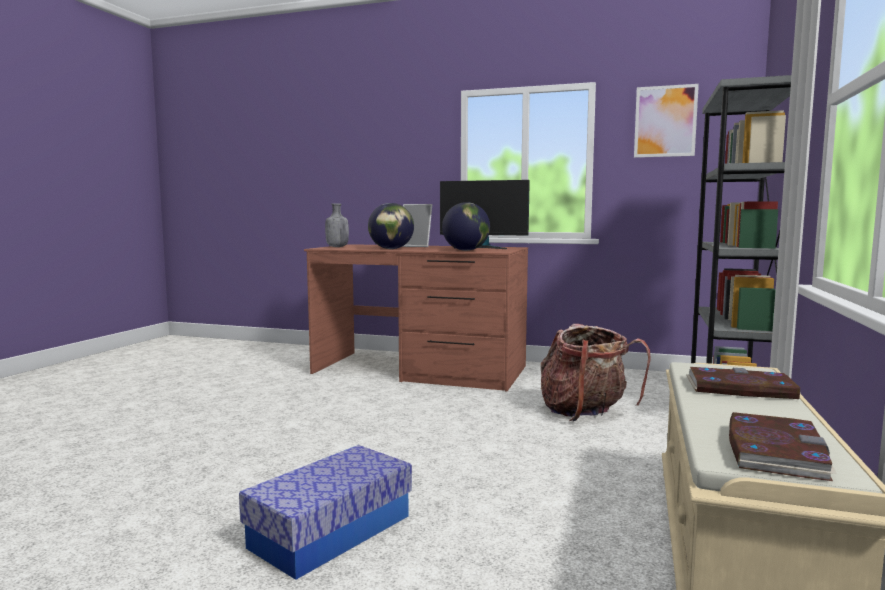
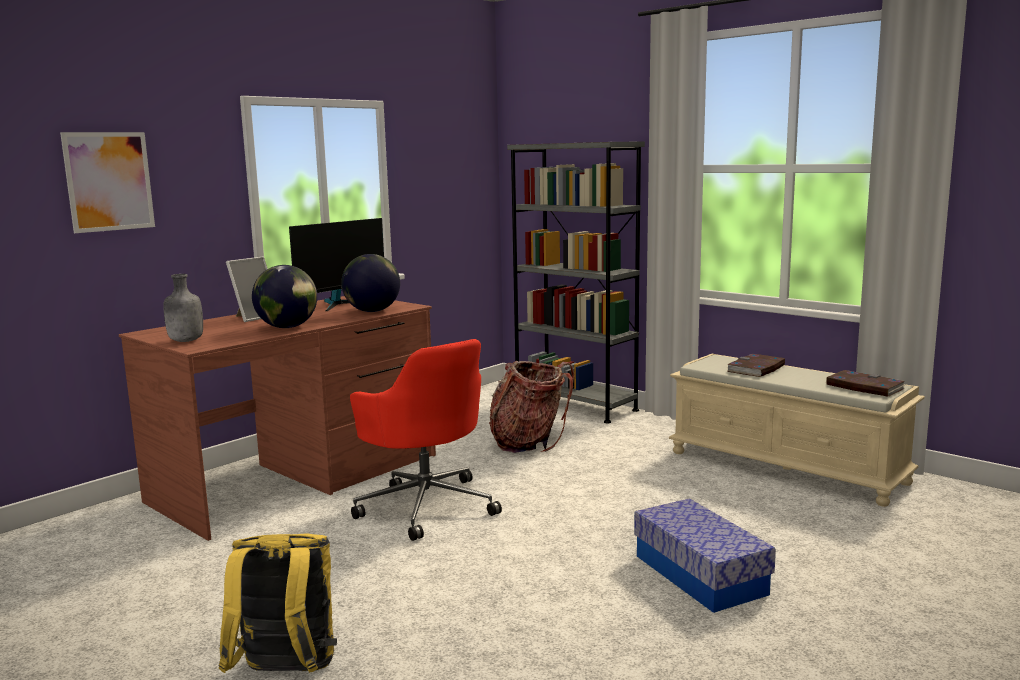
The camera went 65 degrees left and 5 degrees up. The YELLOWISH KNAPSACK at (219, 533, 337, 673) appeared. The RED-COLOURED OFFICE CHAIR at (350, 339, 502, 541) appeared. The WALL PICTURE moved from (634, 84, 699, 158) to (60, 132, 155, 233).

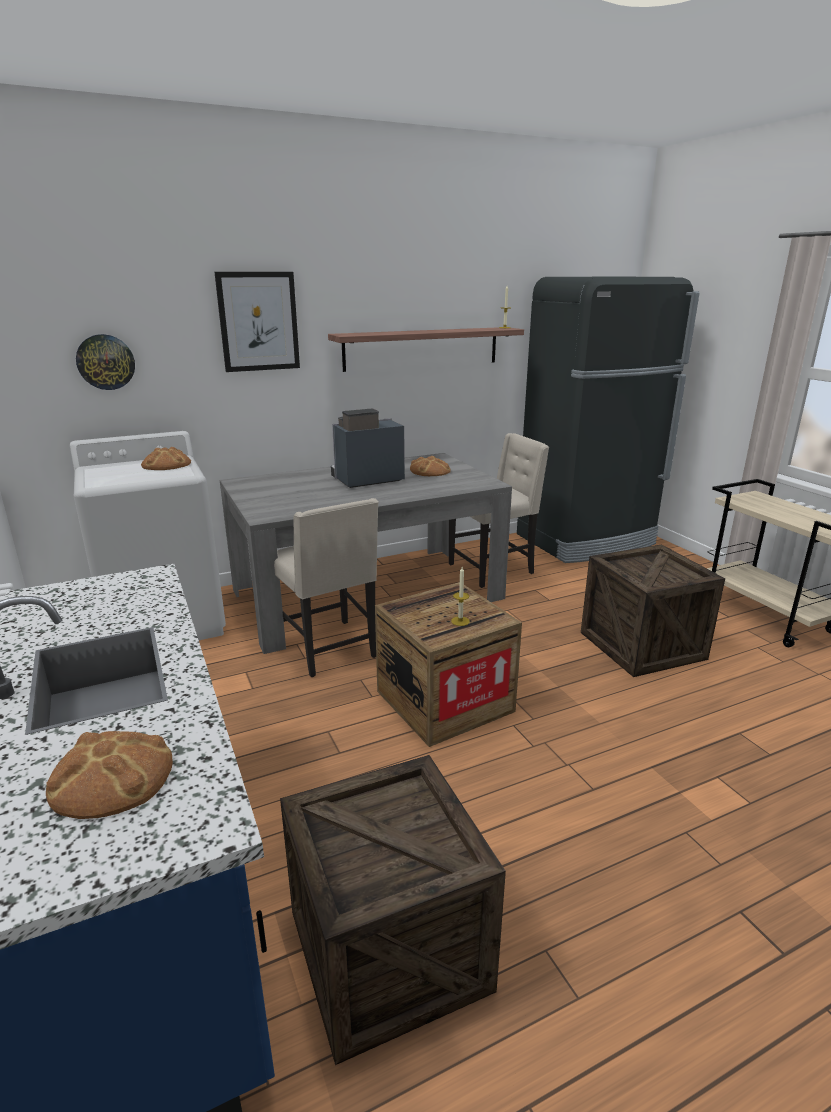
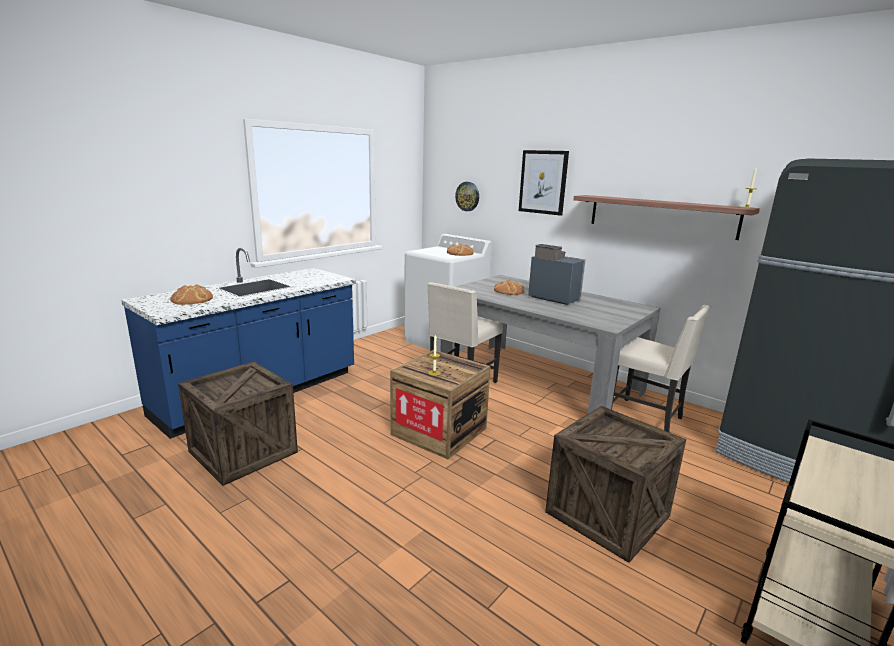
The camera went 65 degrees right and 5 degrees down. The BREAD moved from (410, 456, 451, 476) to (494, 280, 524, 295).

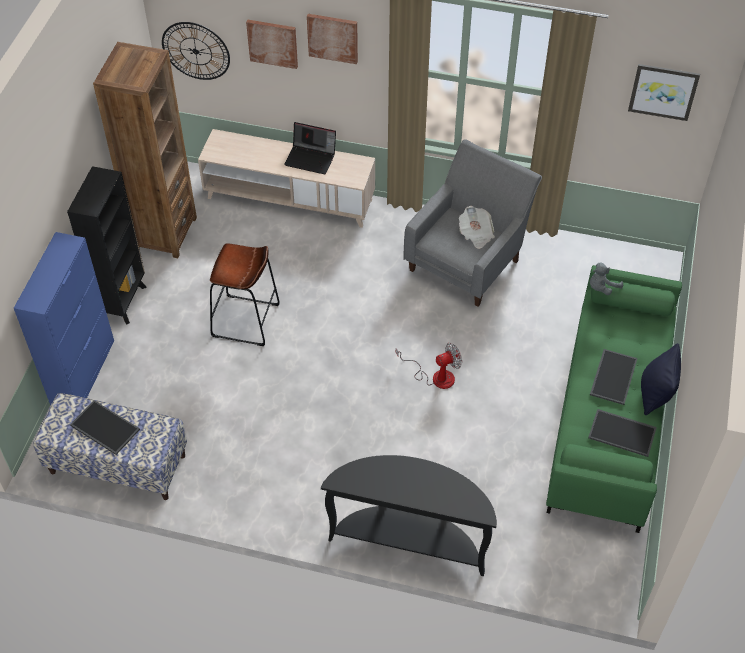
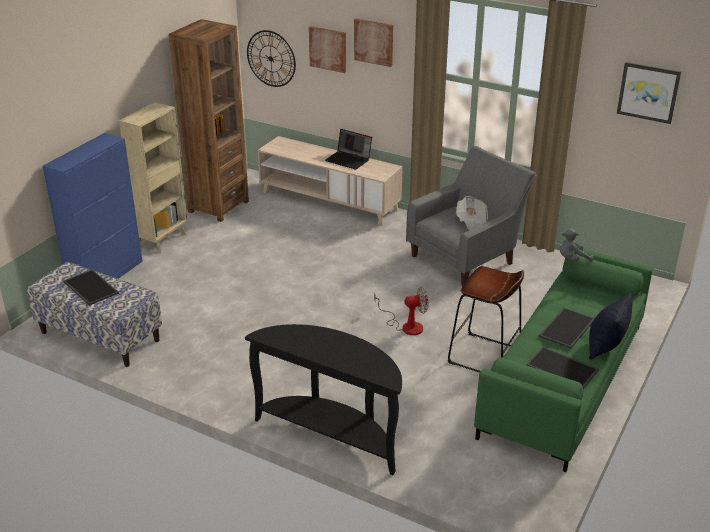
The camera went 15 degrees right and 20 degrees down. The BROWN STOOL SEAT moved from (210, 243, 279, 346) to (448, 266, 524, 373). The BLACK-COLOURED SHELVING UNIT at (67, 166, 147, 325) became the BEIGE-COLOURED SHELVING UNIT at (119, 102, 187, 254).

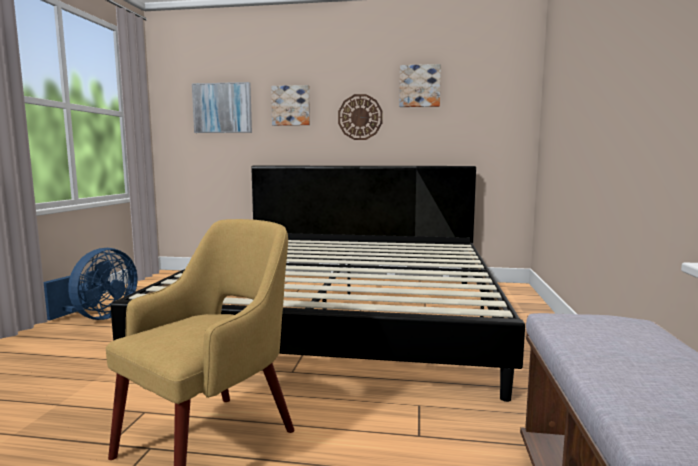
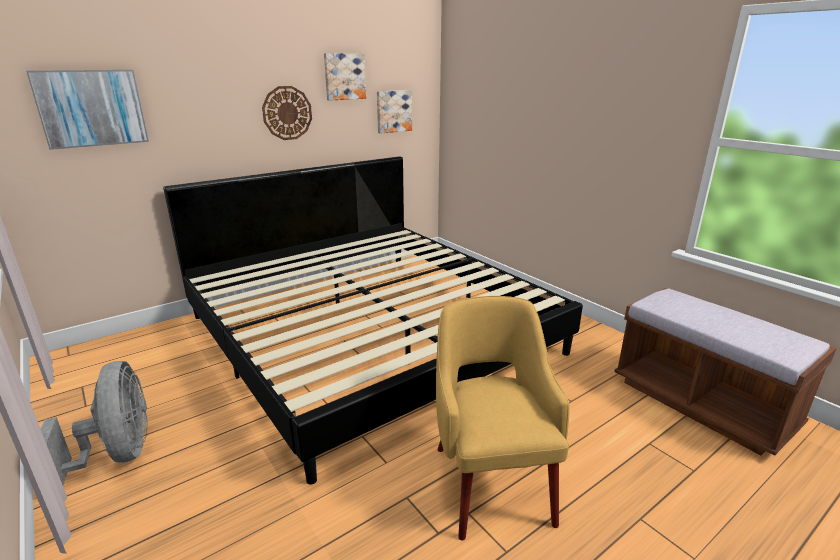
The camera went 45 degrees left and 15 degrees up. The WALL PICTURE moved from (271, 85, 310, 126) to (377, 90, 412, 134). The BLUE-COLOURED ELECTRIC FAN at (43, 248, 137, 320) became the GREY ELECTRIC FAN at (41, 361, 148, 485).

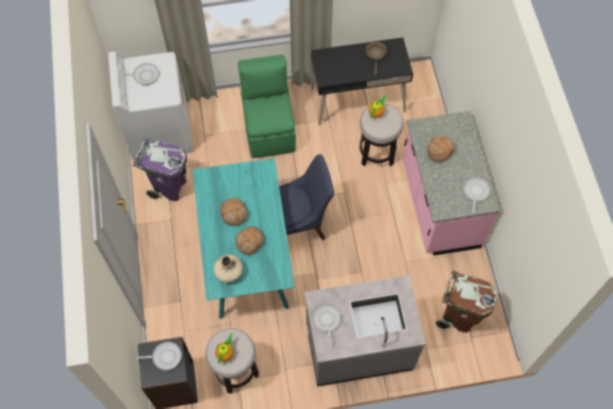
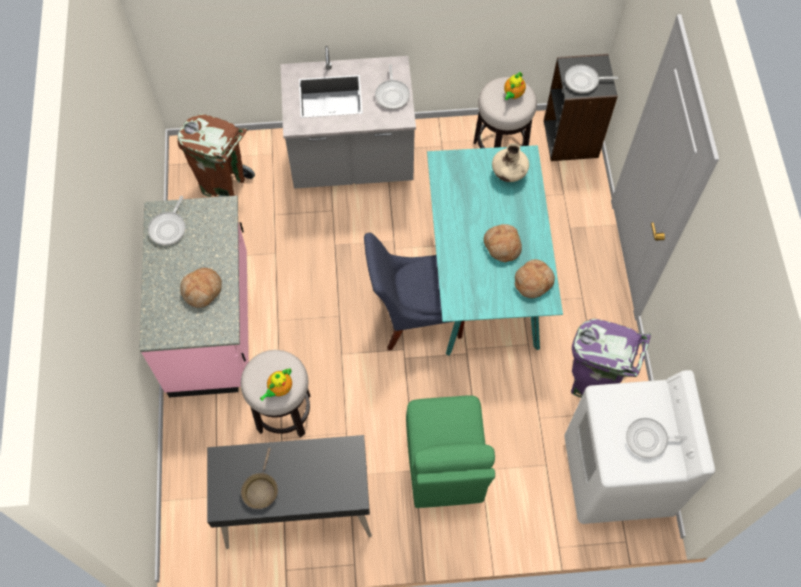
The camera went 175 degrees left and 0 degrees up. The BREAD moved from (235, 226, 264, 255) to (515, 259, 555, 298).

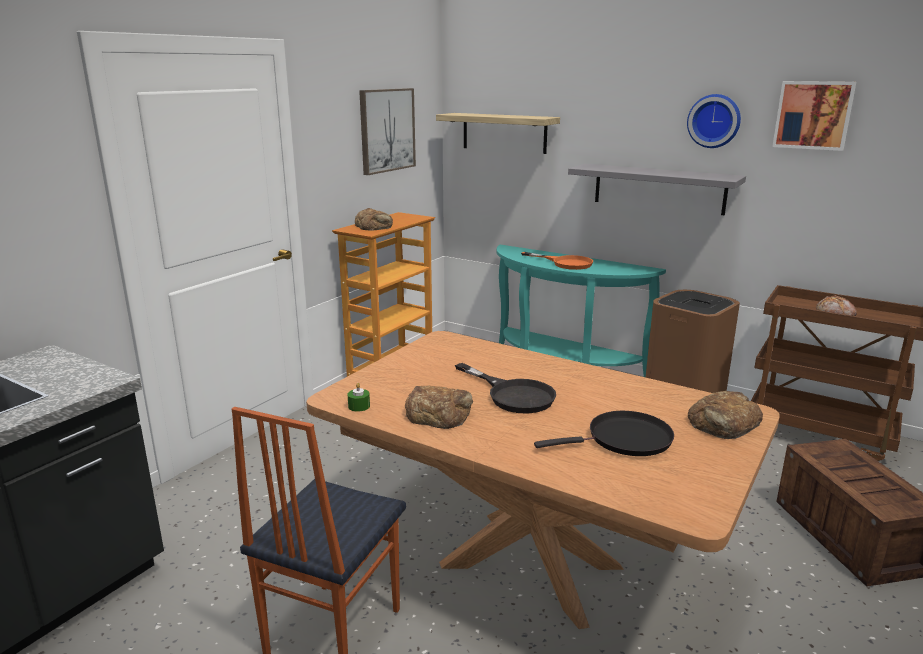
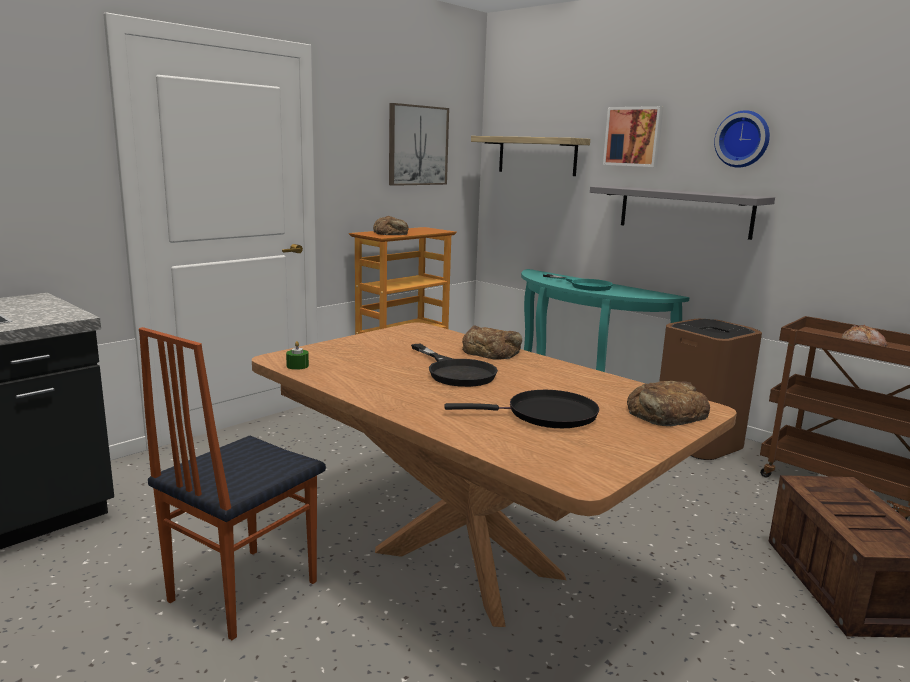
The camera went 10 degrees right and 5 degrees down. The BREAD moved from (405, 385, 473, 429) to (462, 325, 522, 360). The WALL PICTURE moved from (772, 81, 856, 151) to (603, 106, 664, 167). The ORANGEY FRYING PAN at (521, 252, 593, 270) became the TURQUOISE FRYING PAN at (543, 274, 613, 291).

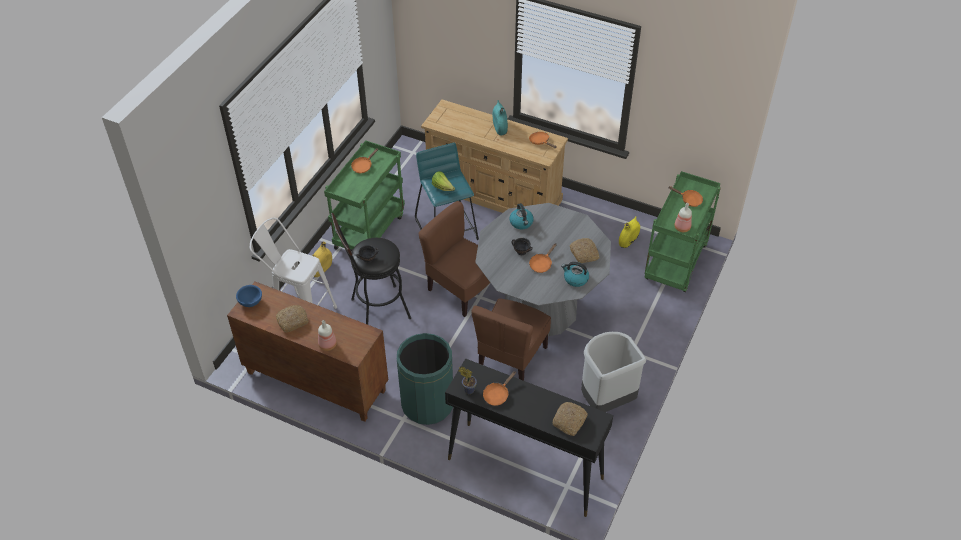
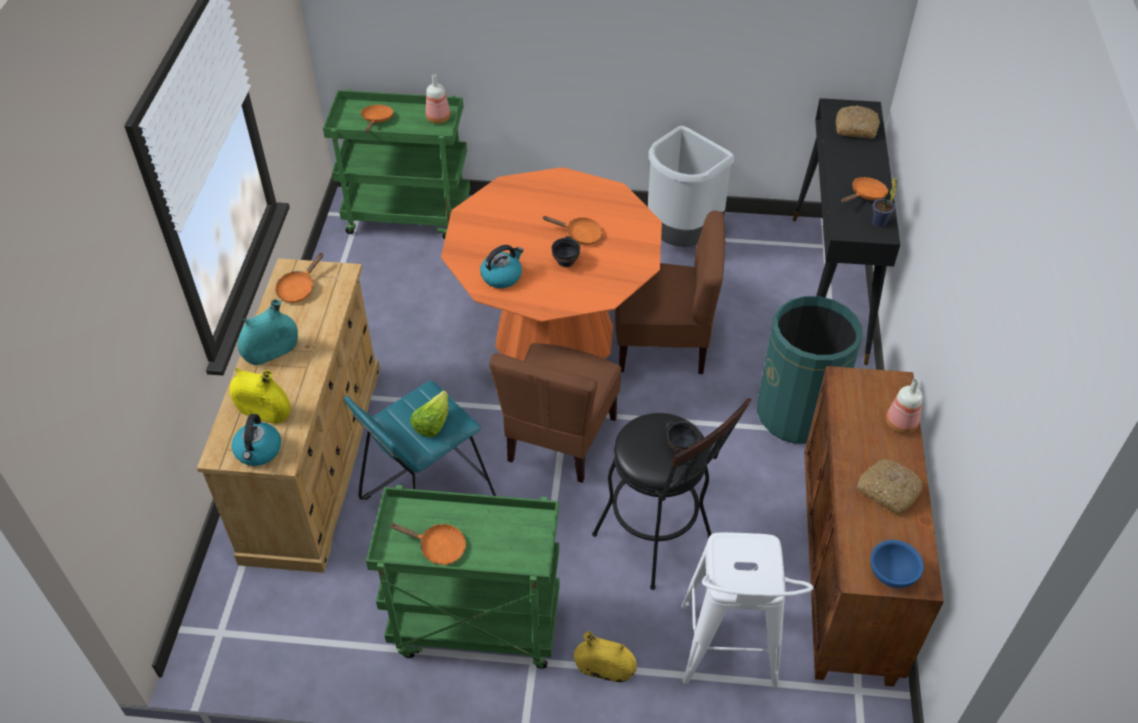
The camera went 110 degrees left and 0 degrees up. The BREAD at (570, 238, 599, 263) disappeared. The WATER KETTLE moved from (561, 262, 589, 287) to (232, 414, 281, 466). The YELLOWISH DECORATIVE VASE moved from (619, 216, 640, 248) to (229, 368, 290, 424). The GREY DINING TABLE at (475, 203, 611, 336) became the ORANGEY DINING TABLE at (441, 167, 662, 361). The ORANGEY FRYING PAN at (483, 371, 516, 406) turned 60 degrees counterclockwise.

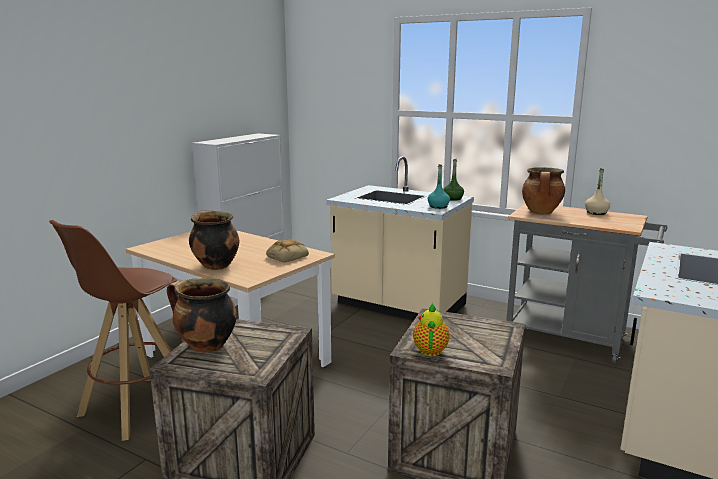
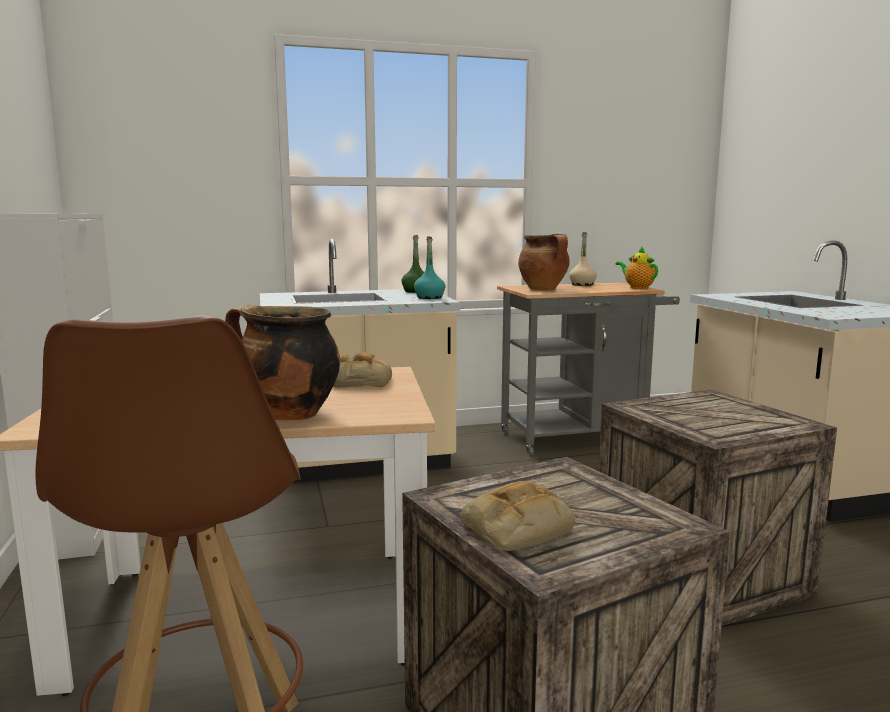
The camera went 45 degrees left and 5 degrees down. The POT FOR TEA moved from (413, 303, 450, 356) to (616, 246, 658, 289). The COOKING POT at (167, 278, 237, 353) was replaced by the BREAD at (461, 481, 575, 551).

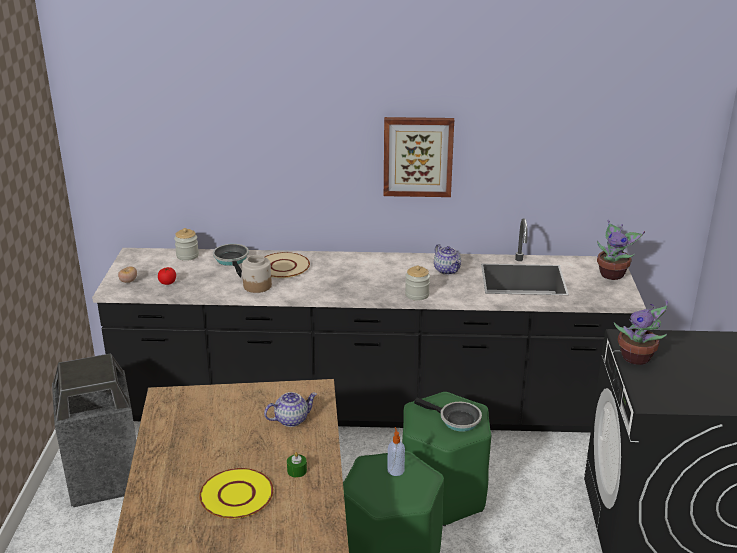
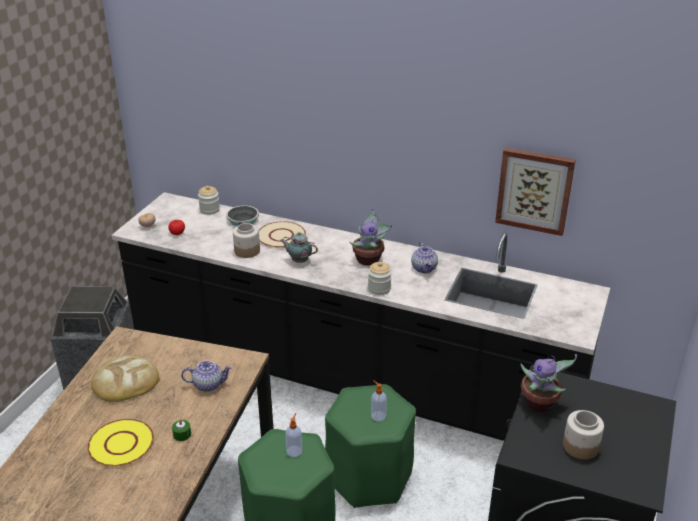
The camera went 20 degrees right and 5 degrees up. The BREAD at (91, 355, 159, 402) appeared. The POT FOR TEA at (280, 232, 318, 263) appeared. The PRESERVE JAR at (563, 410, 604, 459) appeared. The WALL PICTURE moved from (384, 117, 454, 197) to (495, 148, 576, 236). The PLANT IN A POT moved from (597, 220, 645, 280) to (350, 208, 392, 266). The FRYING PAN at (414, 398, 482, 432) was replaced by the SOAP BOTTLE at (371, 380, 387, 421).

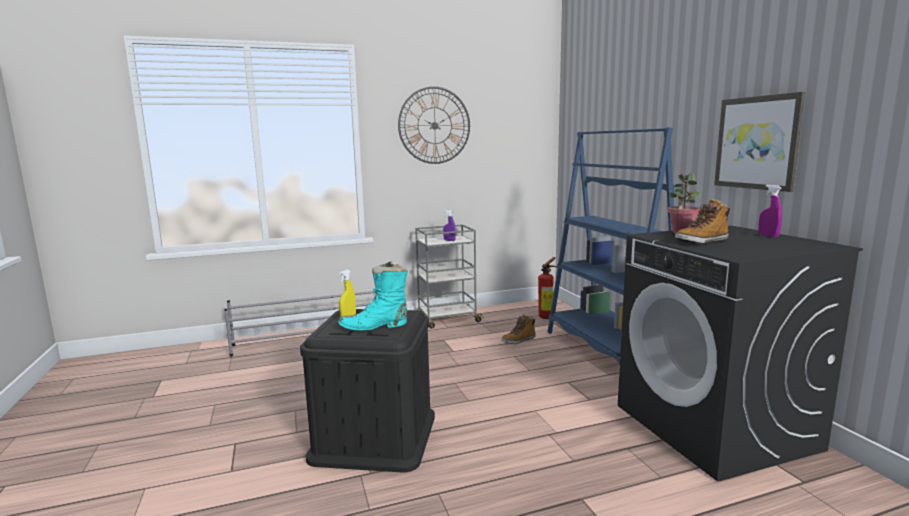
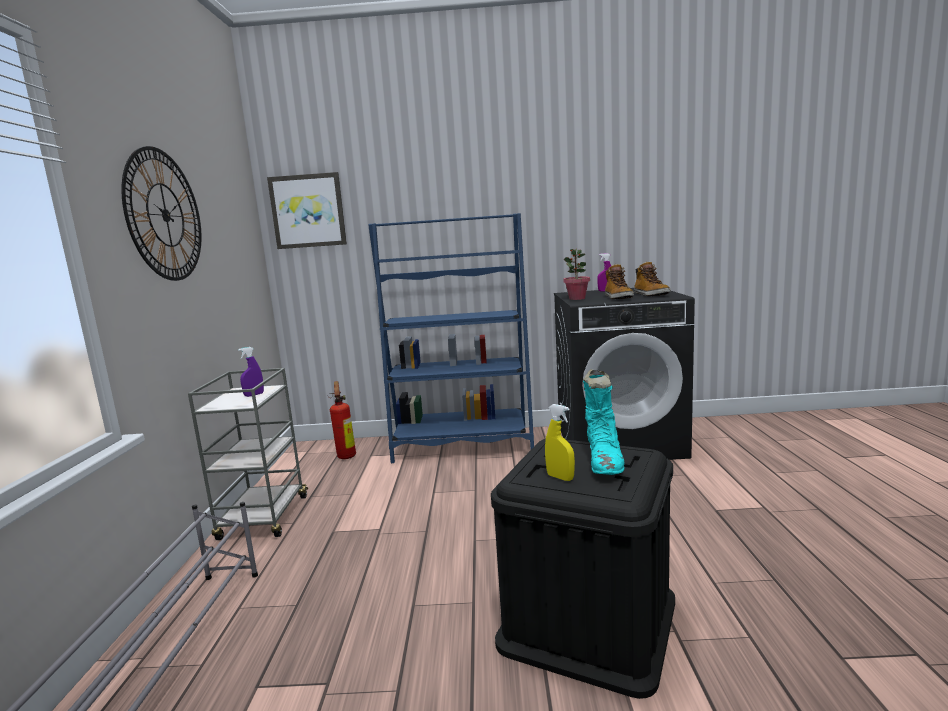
The camera went 70 degrees left and 0 degrees up. The HIGH-TOP BOOT moved from (502, 314, 536, 344) to (634, 261, 671, 296). The WALL PICTURE moved from (714, 92, 805, 192) to (267, 172, 347, 249).

